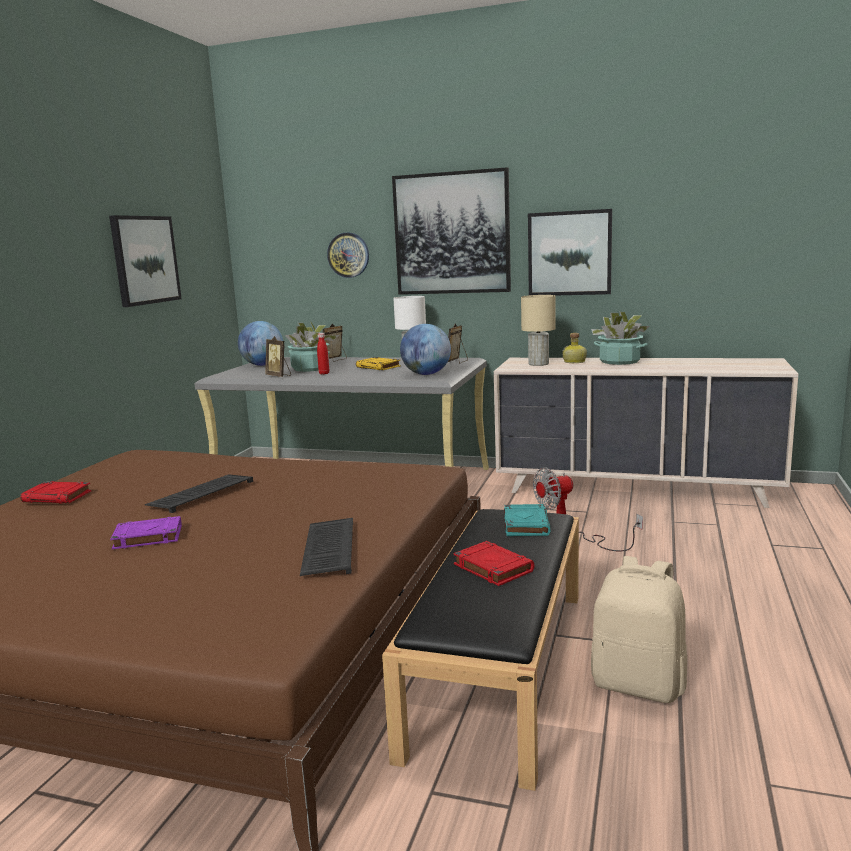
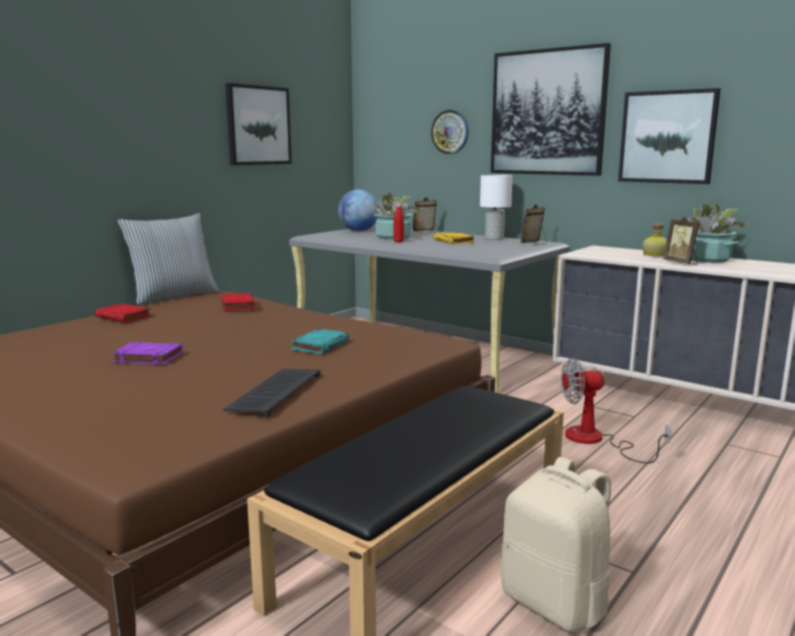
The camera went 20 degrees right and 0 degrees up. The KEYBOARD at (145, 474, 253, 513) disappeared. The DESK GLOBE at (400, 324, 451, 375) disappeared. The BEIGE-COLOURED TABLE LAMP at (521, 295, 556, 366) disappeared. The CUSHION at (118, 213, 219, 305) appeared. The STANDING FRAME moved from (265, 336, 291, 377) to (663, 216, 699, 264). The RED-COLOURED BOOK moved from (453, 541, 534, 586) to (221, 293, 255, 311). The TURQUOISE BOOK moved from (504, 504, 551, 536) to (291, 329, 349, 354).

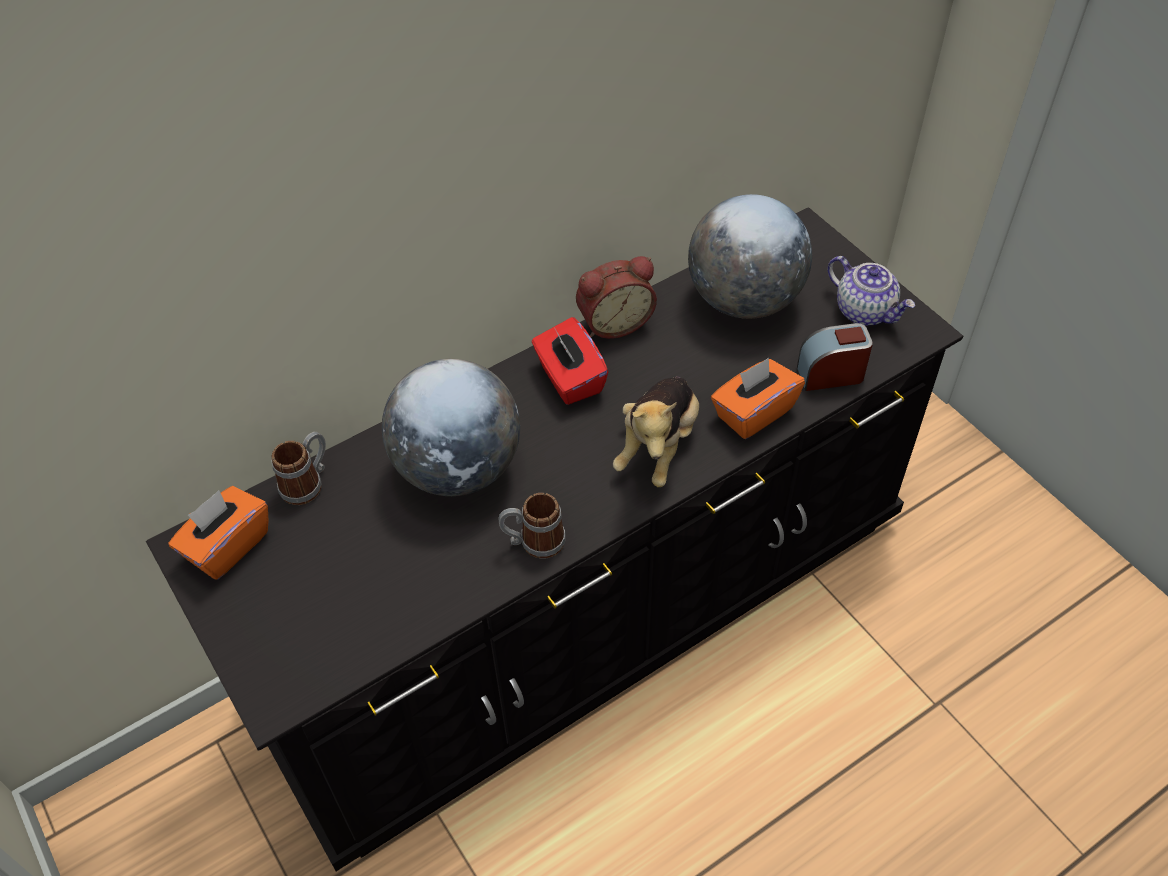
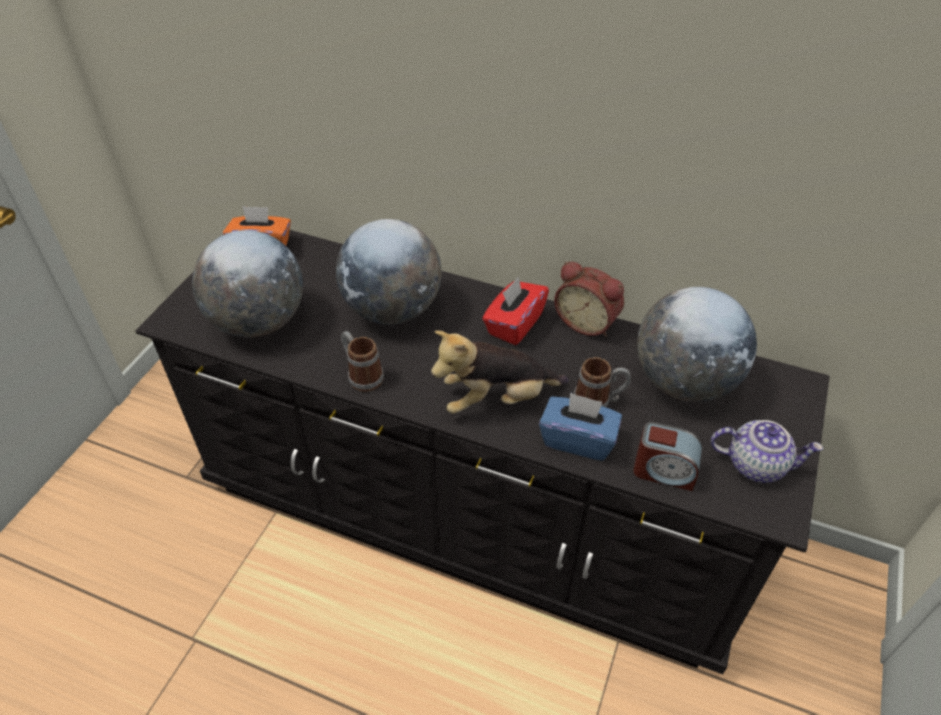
The camera went 55 degrees right and 5 degrees down. The DESK GLOBE at (192, 230, 303, 337) appeared. The COFFEE MUG moved from (271, 432, 326, 505) to (574, 357, 631, 407). The ORANGEY BOX OF TISSUES at (711, 358, 805, 439) became the BLUE-COLOURED BOX OF TISSUES at (539, 392, 622, 461). The ALARM CLOCK at (797, 323, 873, 391) turned 150 degrees clockwise. The POT FOR TEA at (827, 256, 915, 326) turned 90 degrees counterclockwise.

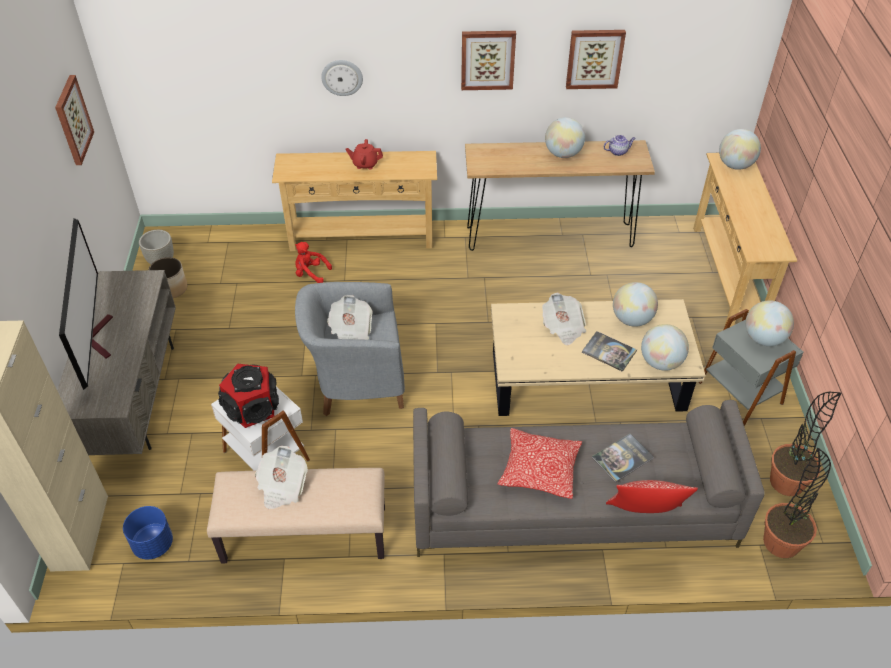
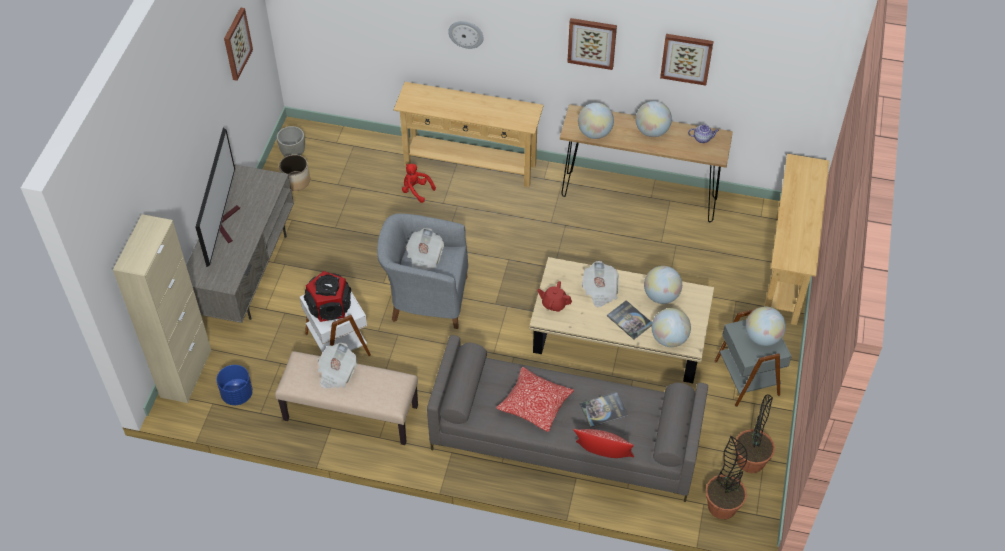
The camera went 15 degrees right and 5 degrees up. The RED-COLOURED POT FOR TEA moved from (346, 139, 383, 170) to (537, 281, 572, 312). The DESK GLOBE moved from (719, 129, 761, 170) to (578, 103, 614, 139).

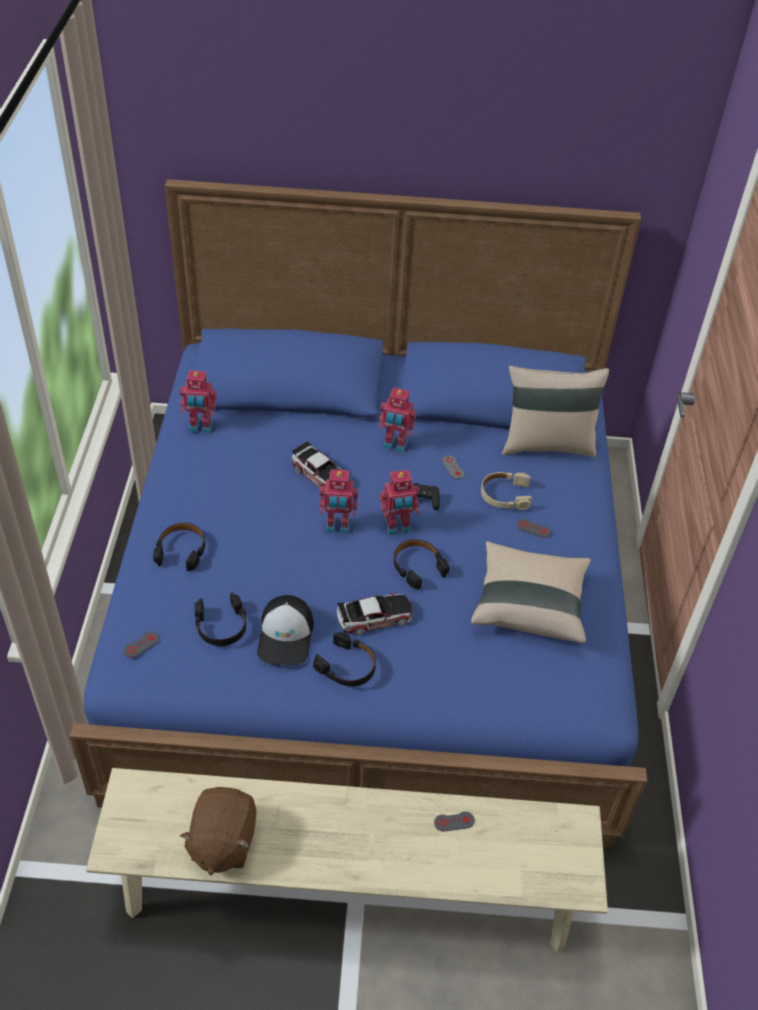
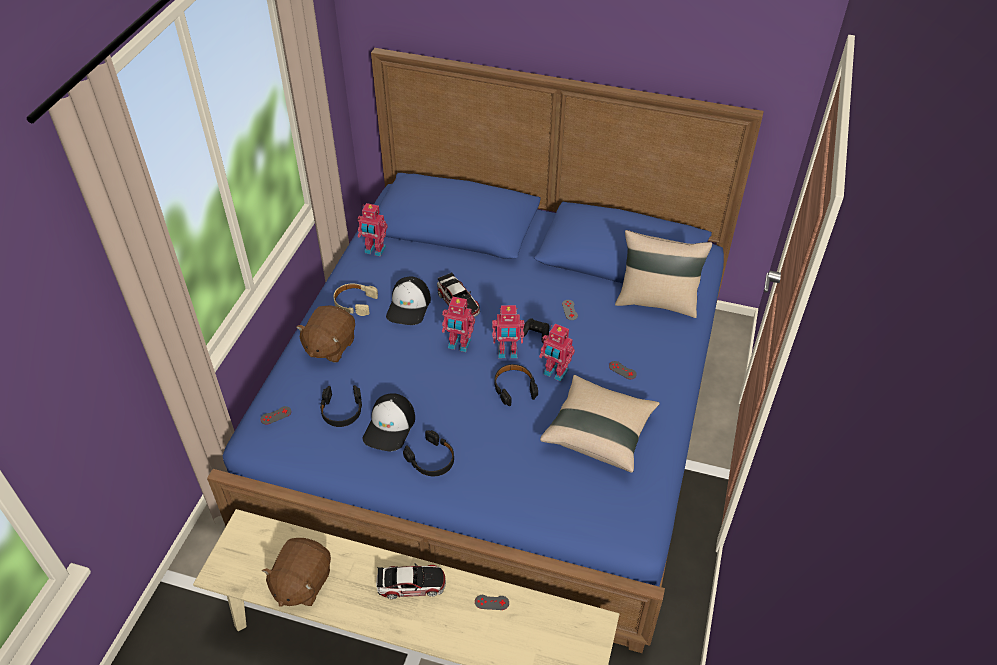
The camera went 15 degrees right and 0 degrees up. The PEAKED CAP at (386, 277, 431, 325) appeared. The TOY CAR moved from (337, 593, 413, 635) to (376, 563, 446, 599). The TOY ROBOT moved from (379, 387, 416, 452) to (539, 324, 575, 382). The BEIGE-COLOURED HEADSET moved from (481, 472, 532, 510) to (334, 284, 378, 316). The BLACK-COLOURED HEADSET at (153, 523, 205, 572) was replaced by the BROWN SOFT TOY at (296, 306, 355, 362).

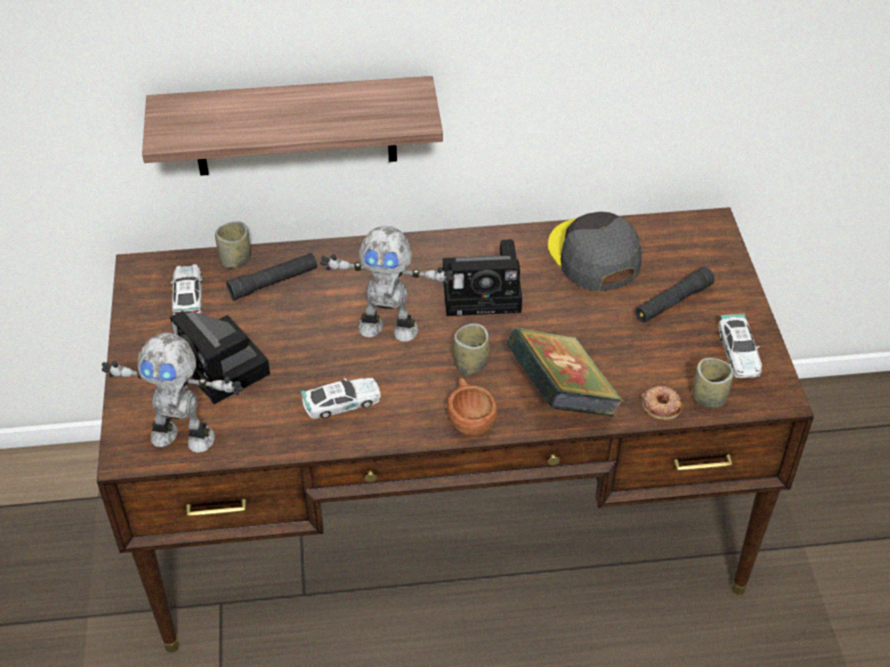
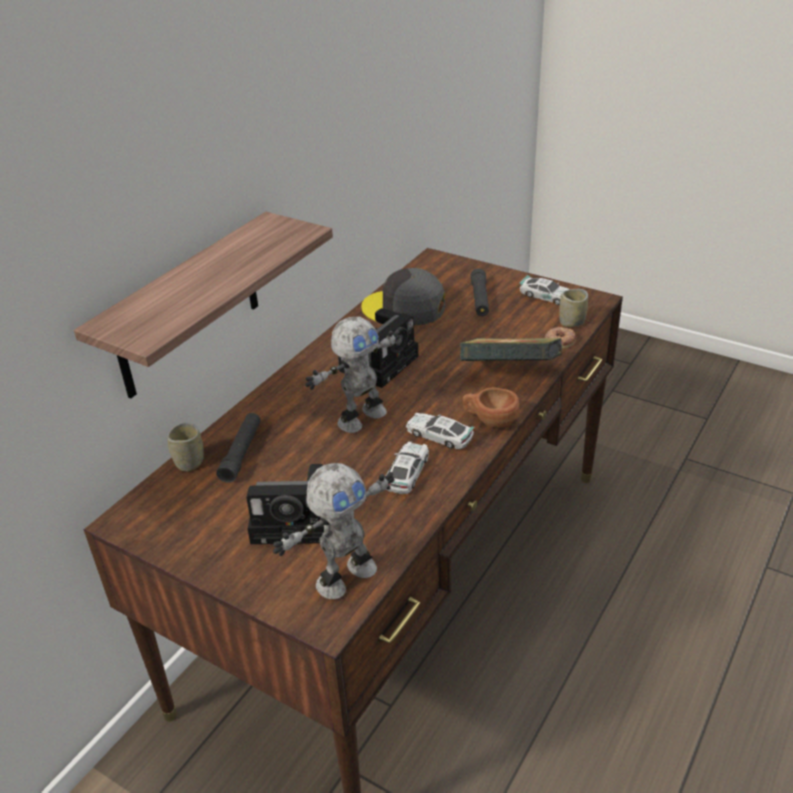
The camera went 50 degrees left and 10 degrees down. The SMALL CUP at (453, 323, 489, 375) disappeared. The TOY CAR moved from (170, 264, 202, 315) to (406, 413, 474, 449).

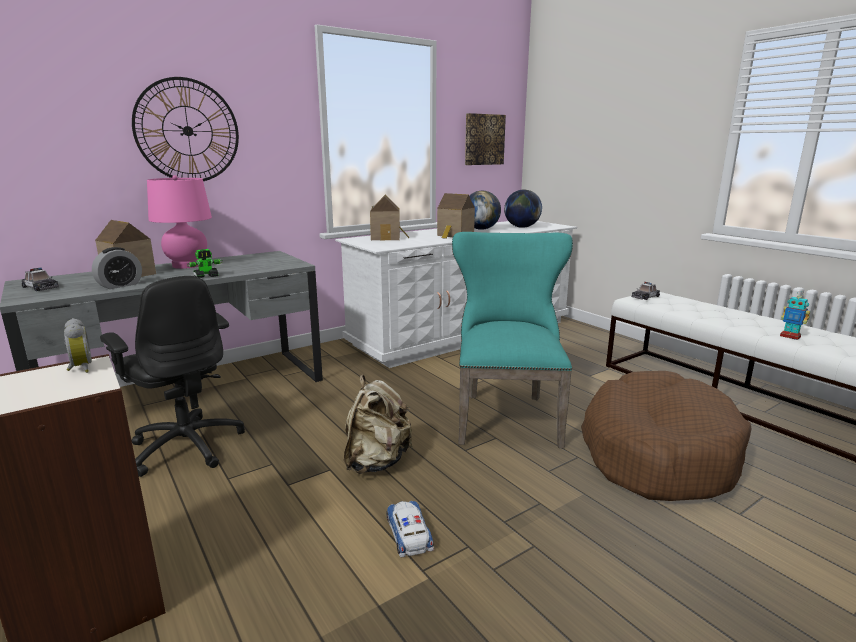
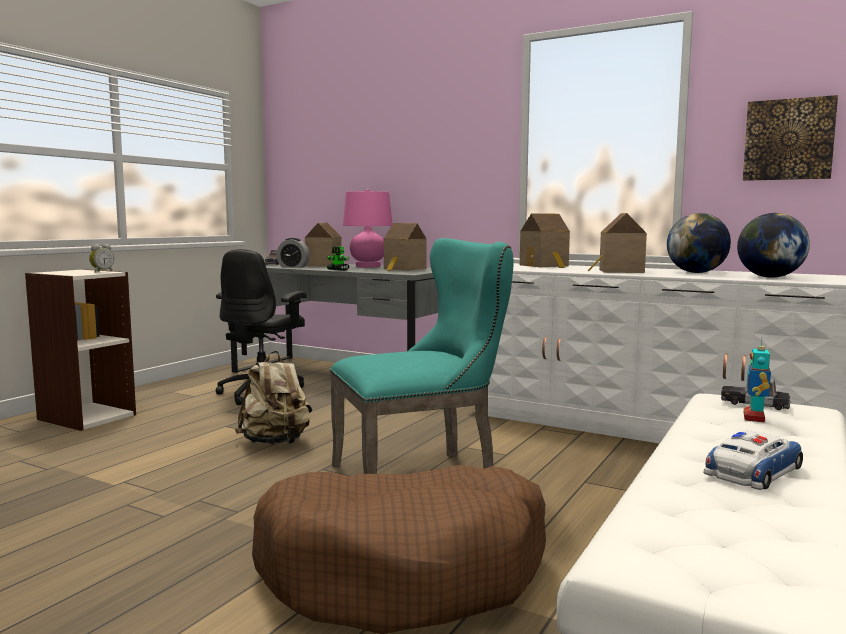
The camera went 65 degrees right and 10 degrees down. The CLOCK ON THE WALL at (132, 77, 239, 181) disappeared. The TOY HOUSE at (384, 223, 427, 271) appeared. The TOY CAR moved from (386, 501, 434, 557) to (703, 431, 803, 490). The TOY ROBOT moved from (780, 291, 810, 340) to (744, 338, 771, 422).

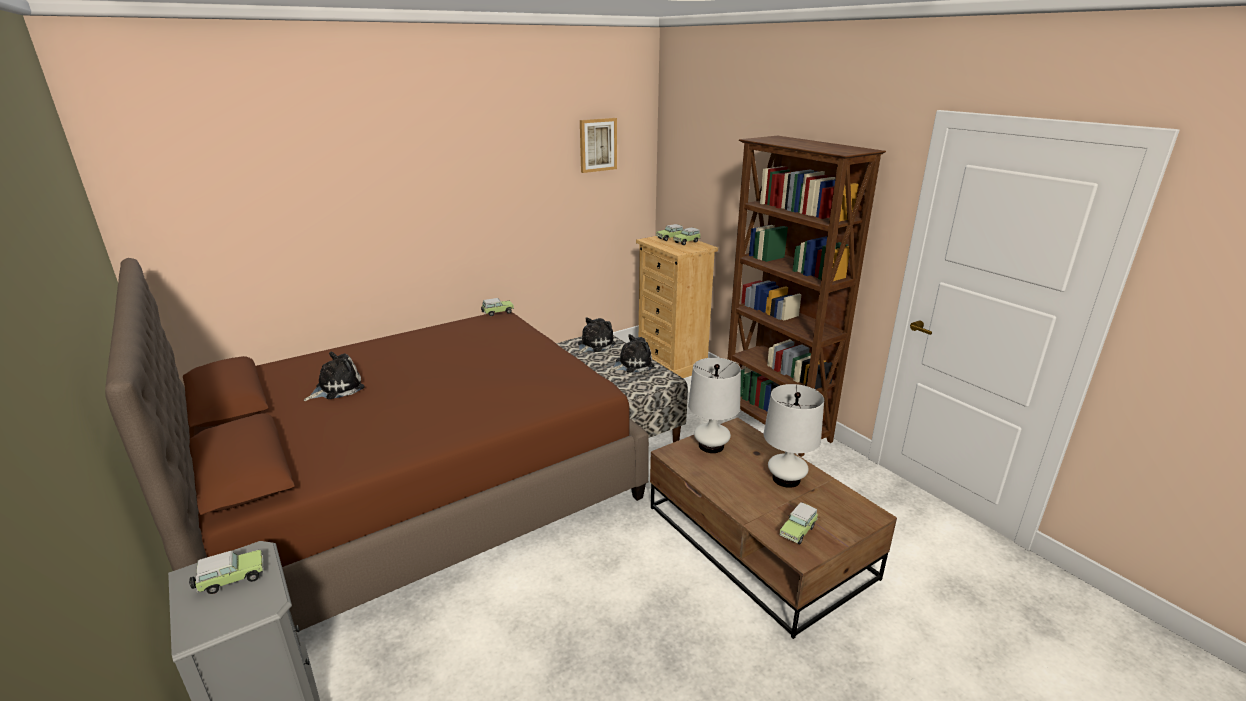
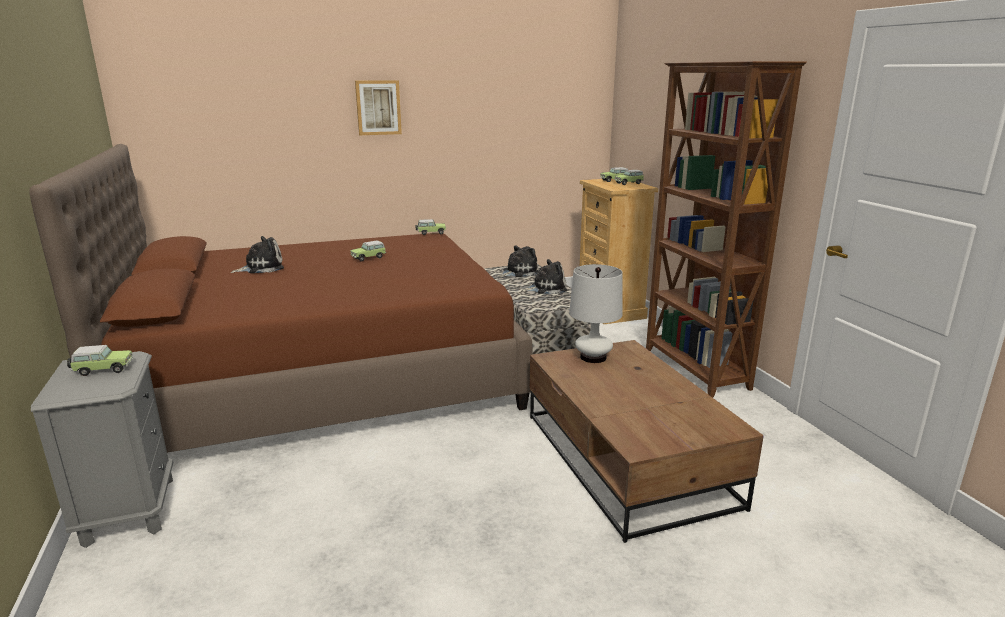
The camera went 15 degrees right and 5 degrees down. The WHITE-COLOURED TABLE LAMP at (764, 384, 824, 488) disappeared. The WALL PICTURE moved from (580, 118, 617, 173) to (355, 80, 402, 135). The TOY CAR moved from (779, 502, 818, 545) to (350, 241, 386, 262).

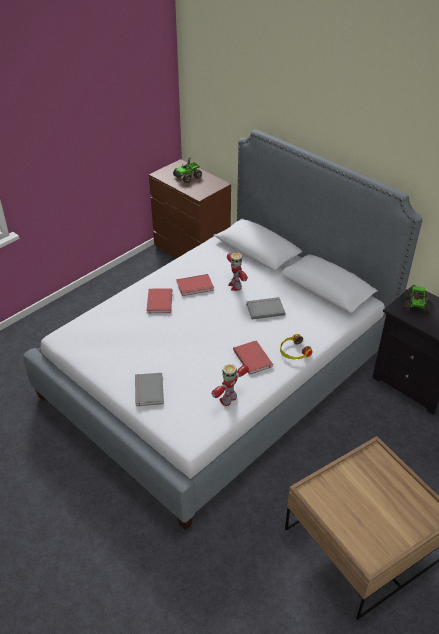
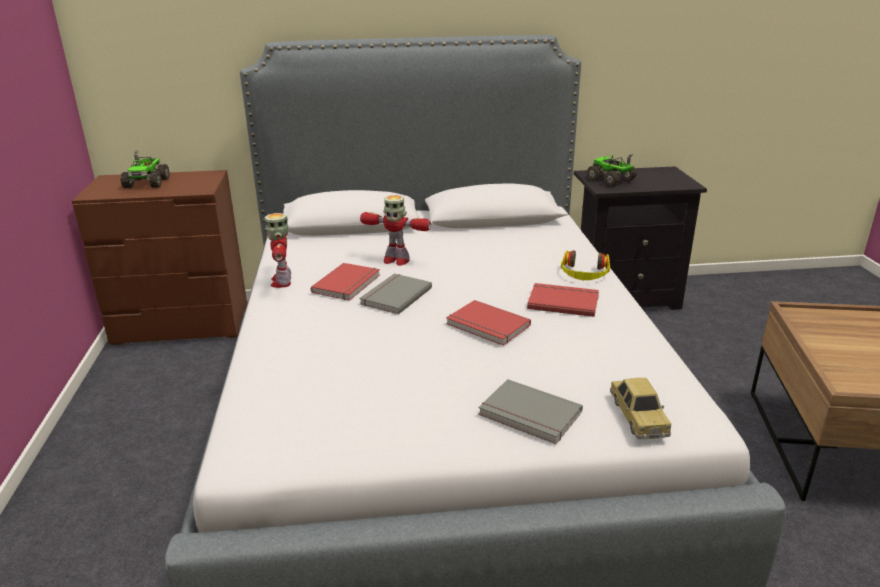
The camera went 50 degrees left and 15 degrees down. The TOY CAR at (610, 378, 671, 439) appeared. The RED-COLOURED BOOK moved from (147, 288, 172, 314) to (446, 300, 531, 345). The TOY ROBOT moved from (212, 364, 249, 406) to (264, 213, 291, 288). The GREY BOOK moved from (246, 297, 285, 319) to (359, 274, 432, 315).

